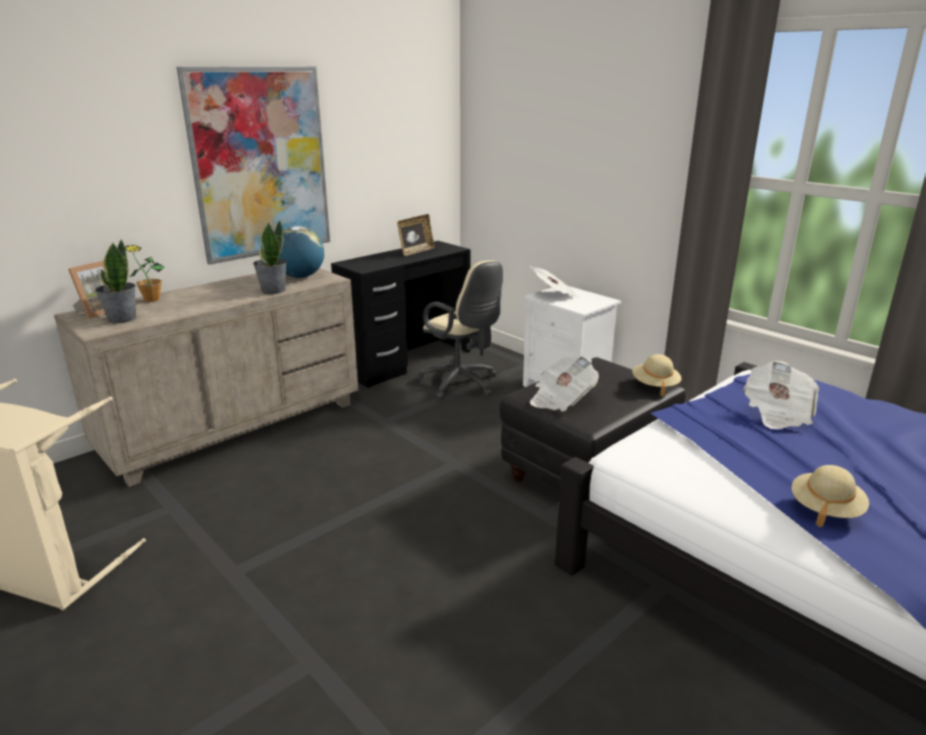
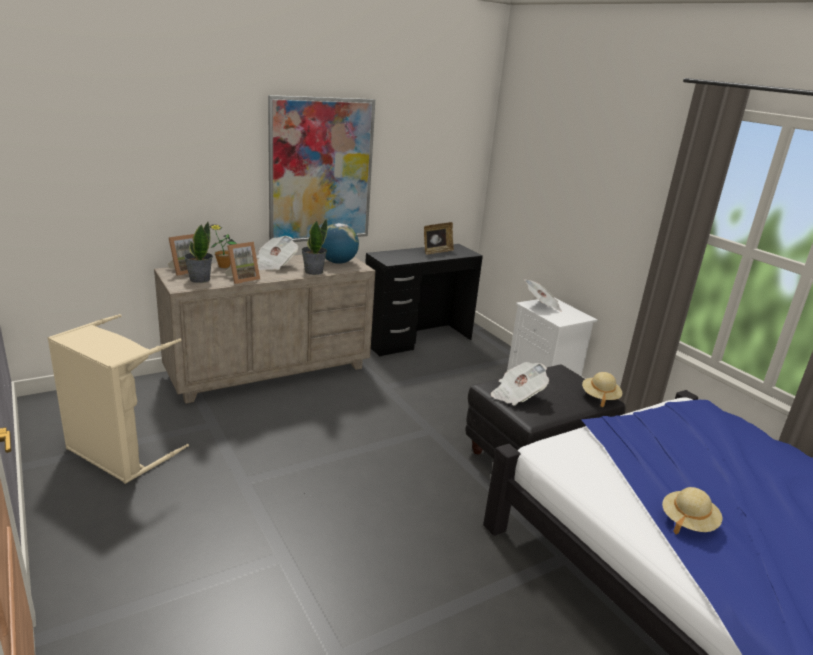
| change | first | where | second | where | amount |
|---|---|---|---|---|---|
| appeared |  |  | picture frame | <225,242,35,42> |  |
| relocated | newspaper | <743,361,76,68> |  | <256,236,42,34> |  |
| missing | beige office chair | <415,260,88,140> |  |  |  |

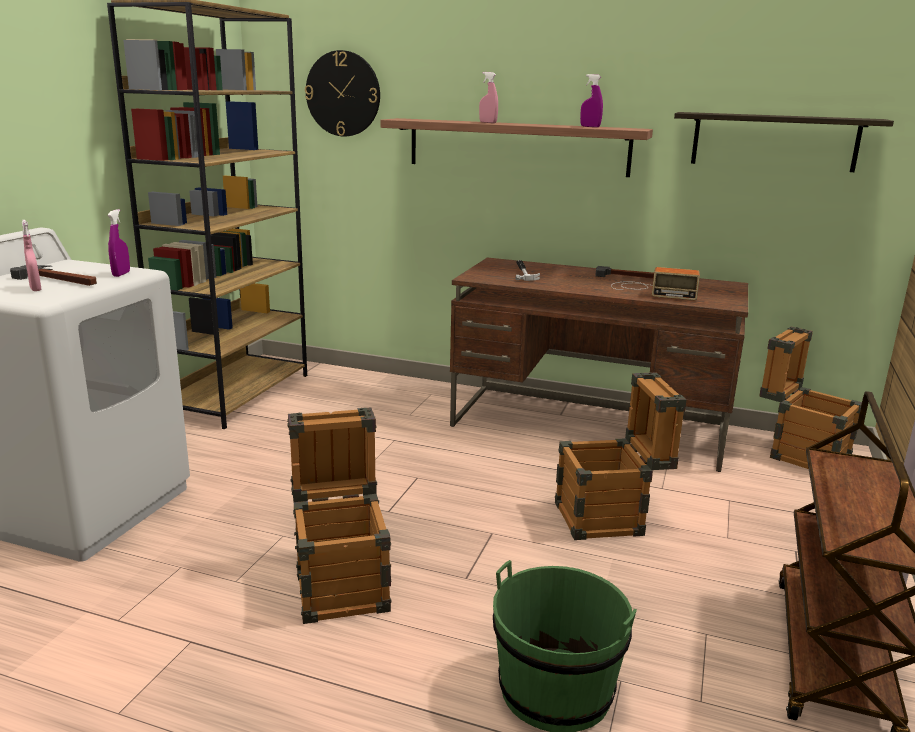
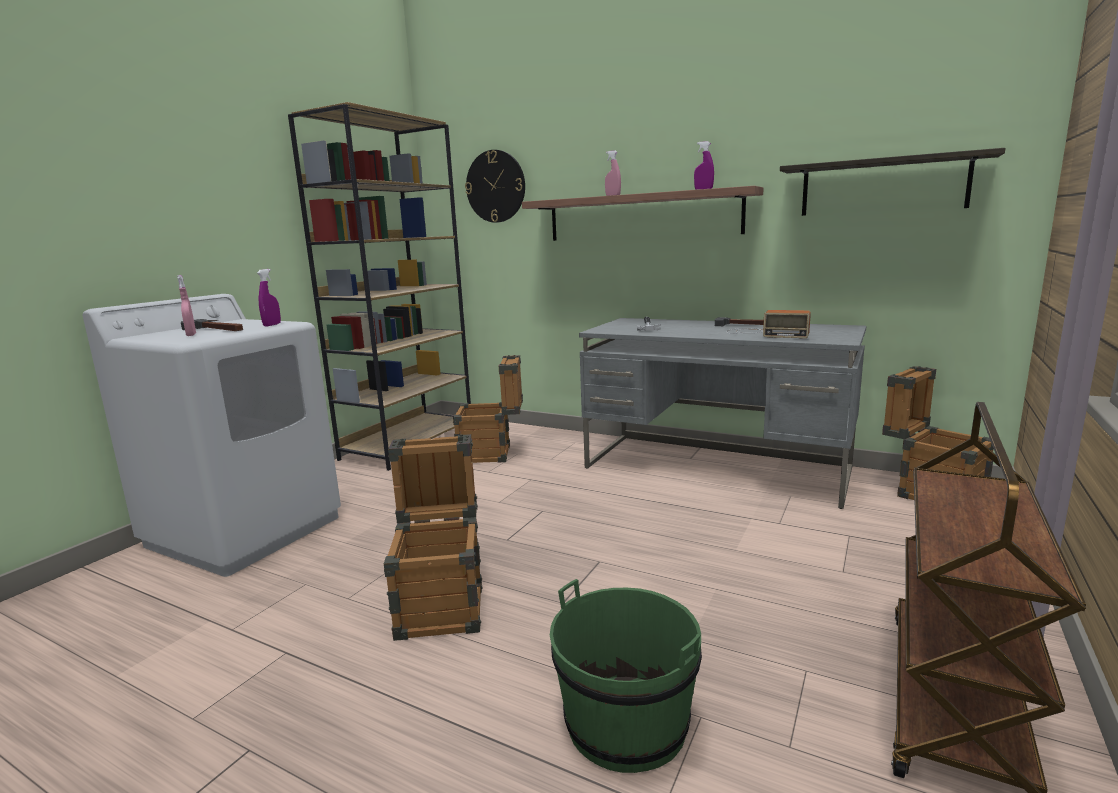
| change | first | where | second | where | amount |
|---|---|---|---|---|---|
| relocated | crate | <555,372,131,168> |  | <453,355,70,108> |  |
| colour | brown desk | <450,258,298,214> | grey desk | <579,318,287,191> |  |

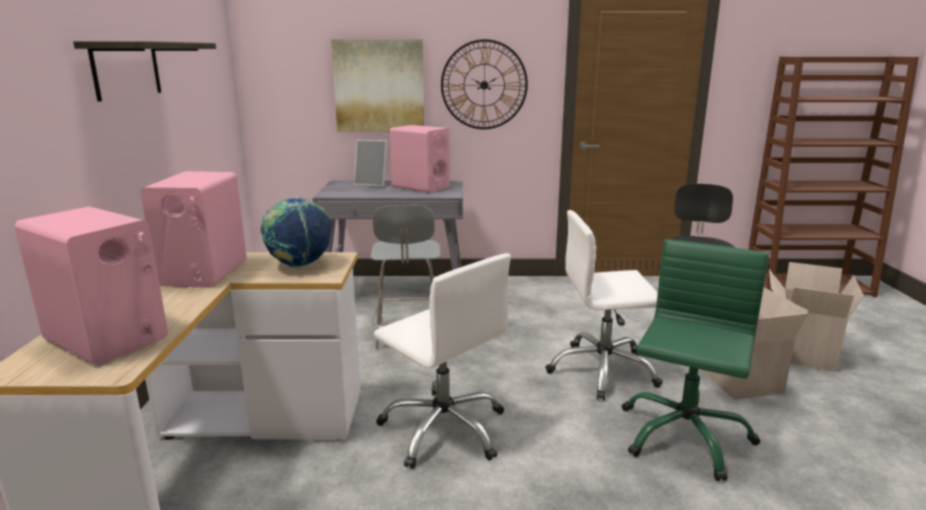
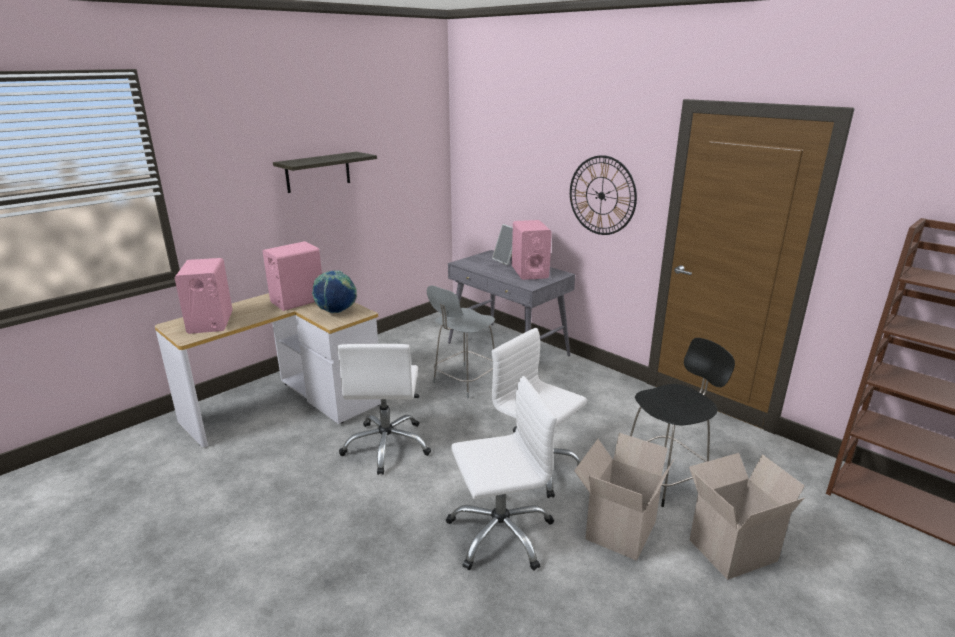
| change | first | where | second | where | amount |
|---|---|---|---|---|---|
| colour | green office chair | <622,239,147,242> | white office chair | <446,376,111,195> |  |
| missing | picture | <331,39,93,93> |  |  |  |

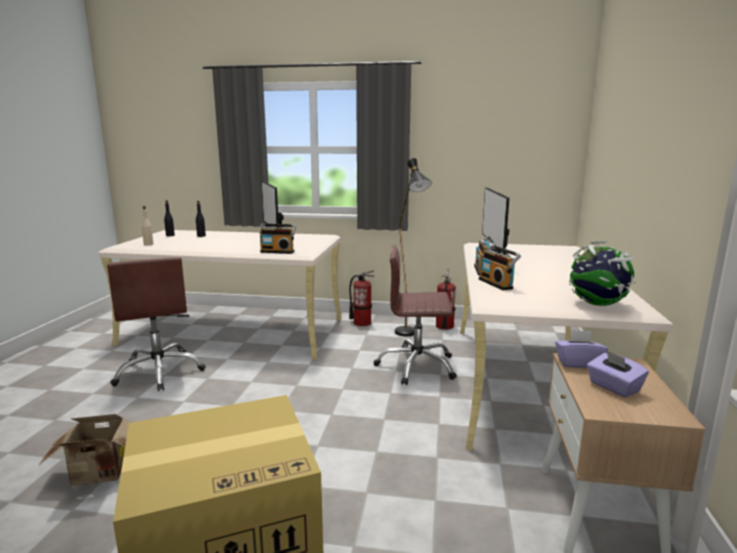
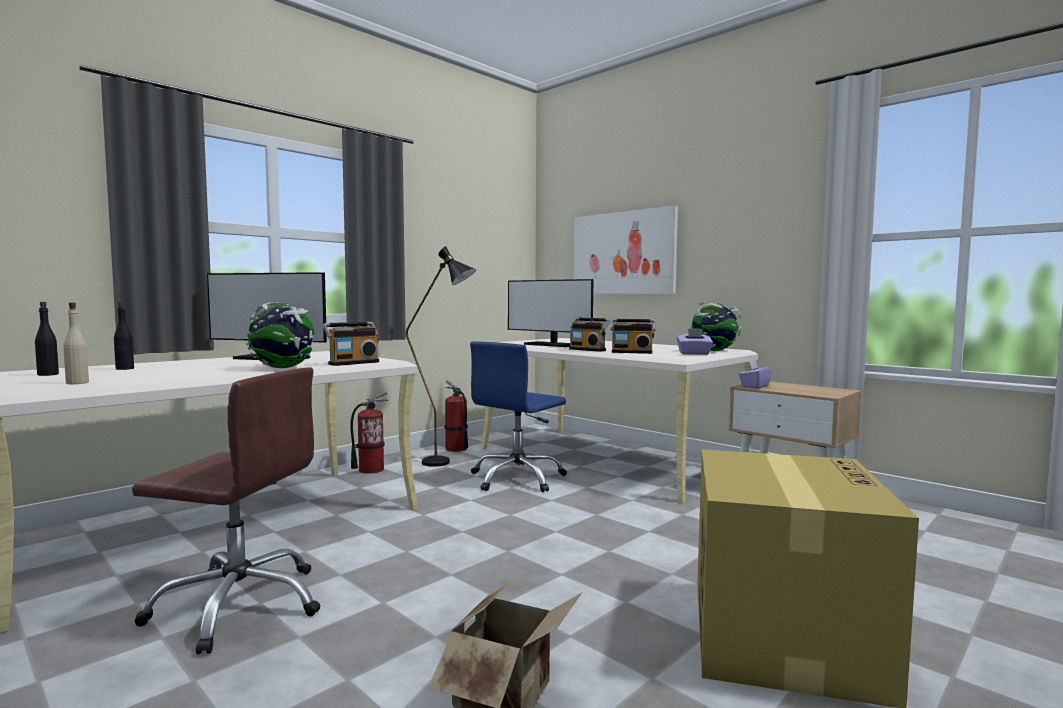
| change | first | where | second | where | amount |
|---|---|---|---|---|---|
| appeared |  |  | globe | <246,302,69,66> |  |
| colour | brown office chair | <374,245,83,140> | blue office chair | <470,341,97,151> |  |
| appeared |  |  | picture | <574,206,104,88> |  |
| relocated | purple tissue box | <587,351,62,46> |  | <677,329,36,26> |  |

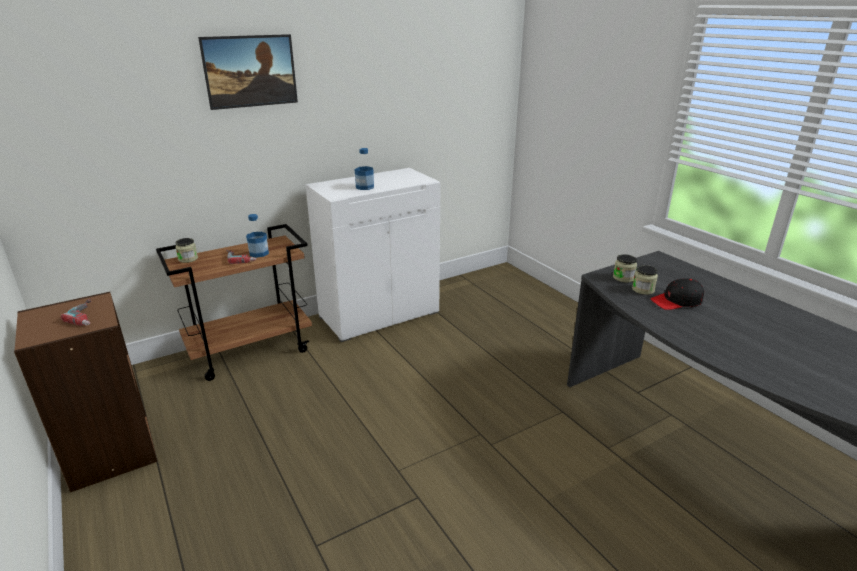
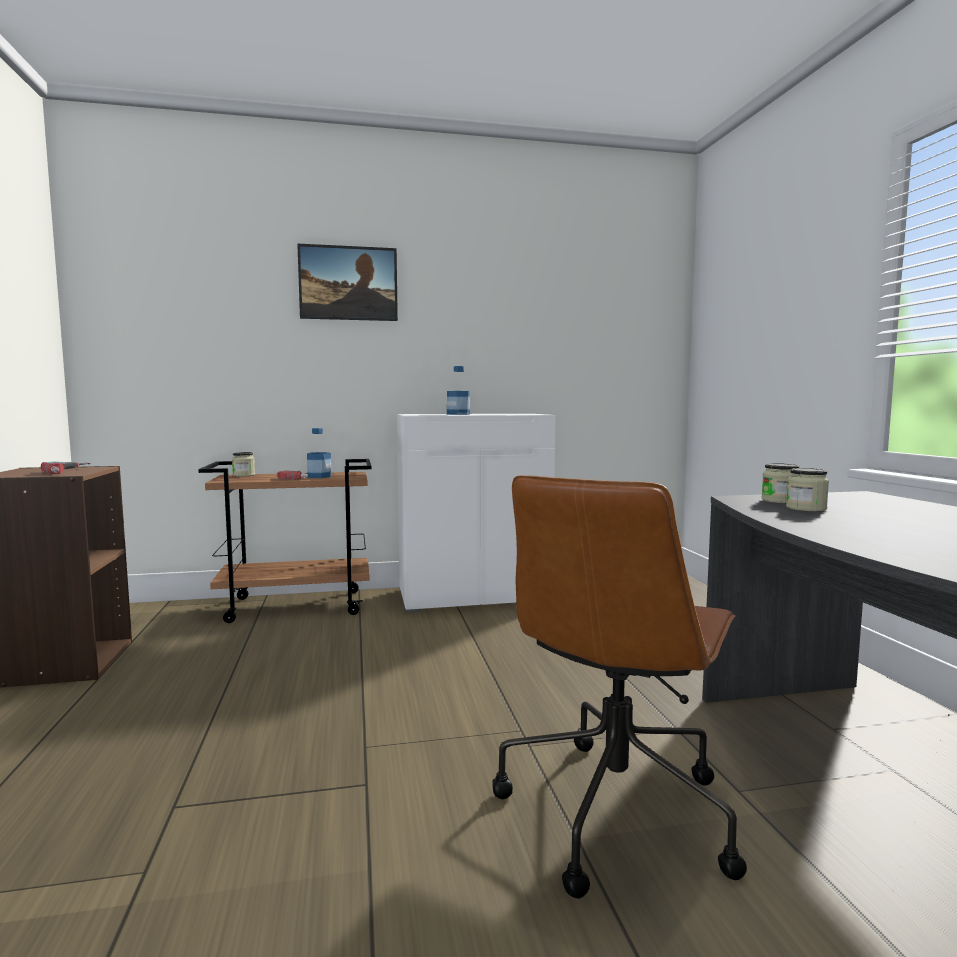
| change | first | where | second | where | amount |
|---|---|---|---|---|---|
| appeared |  |  | brown office chair | <492,475,255,423> |  |
| missing | black cap | <651,279,53,31> |  |  |  |

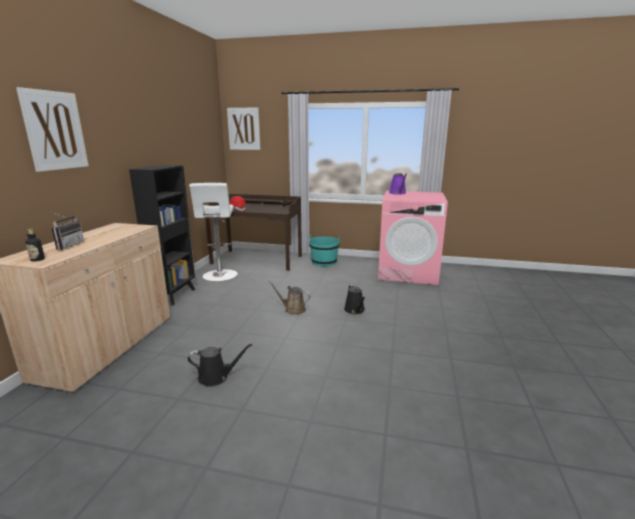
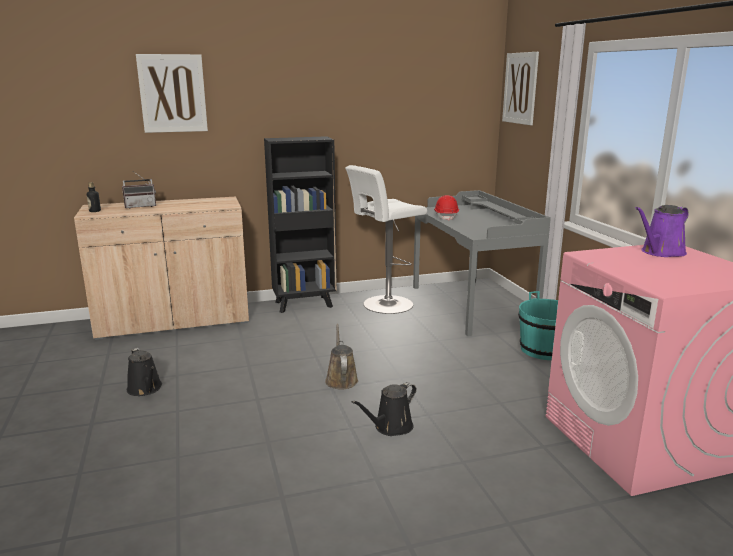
| change | first | where | second | where | amount |
|---|---|---|---|---|---|
| colour | brown desk | <205,194,97,77> | grey desk | <413,190,138,146> |  |

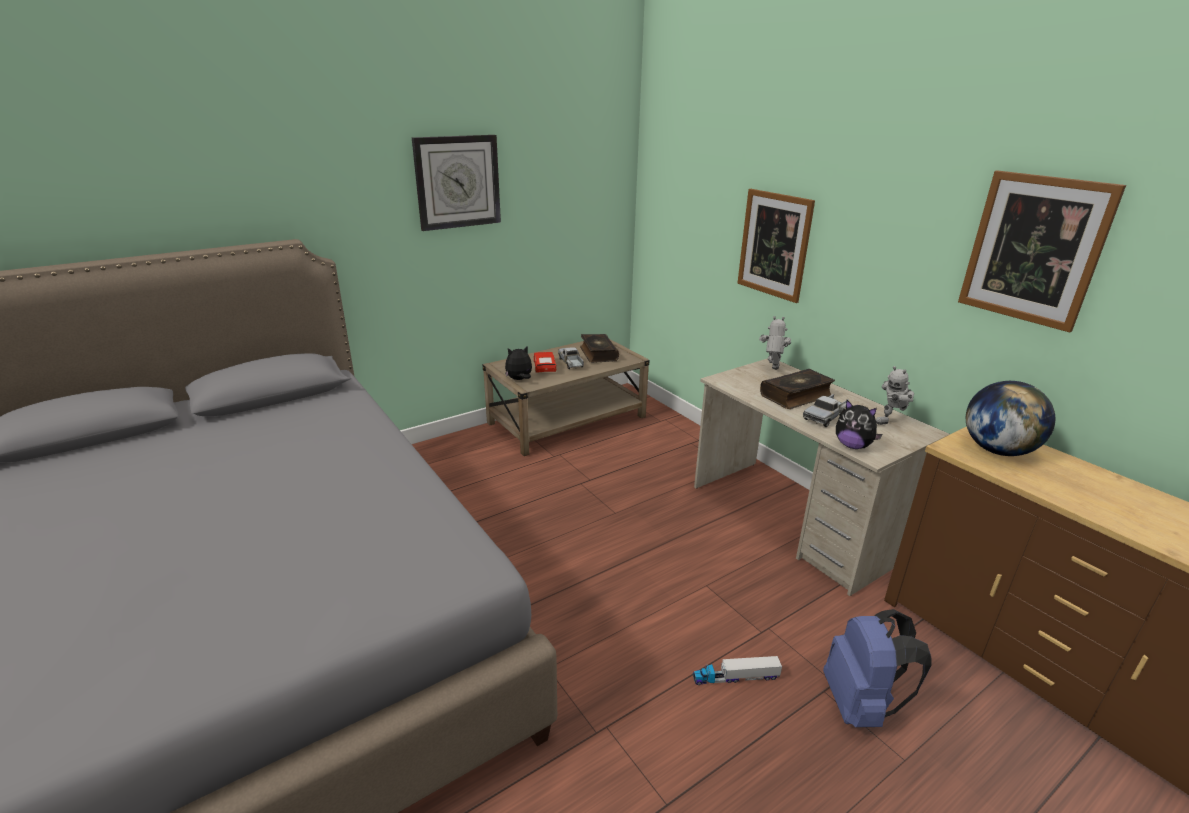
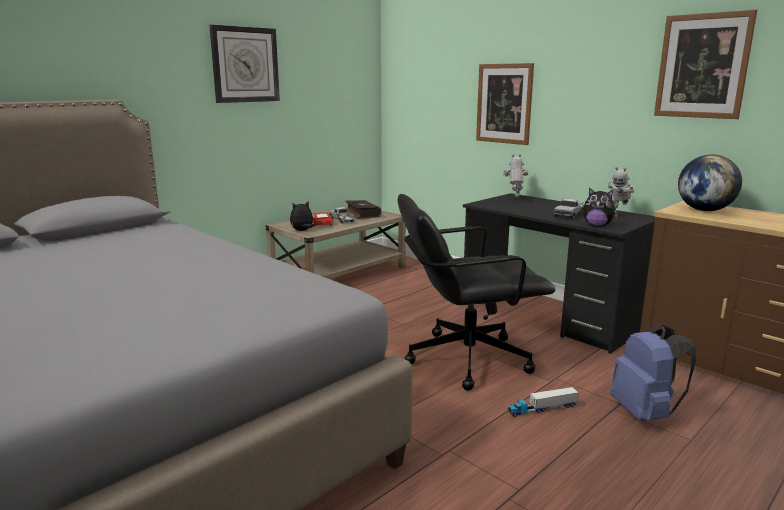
| change | first | where | second | where | amount |
|---|---|---|---|---|---|
| appeared |  |  | black office chair | <397,194,158,197> |  |
| colour | beige desk | <694,358,256,238> | black desk | <463,193,192,161> |  |
| missing | book | <760,369,75,40> |  |  |  |

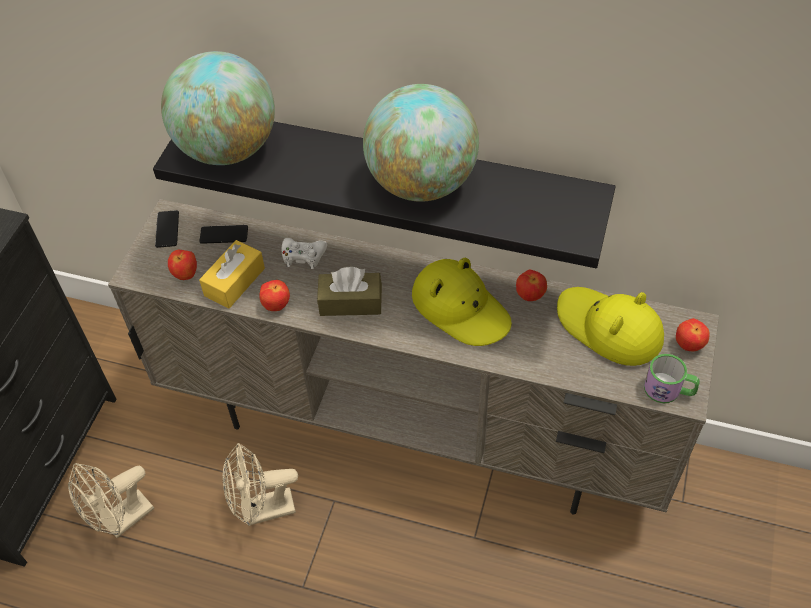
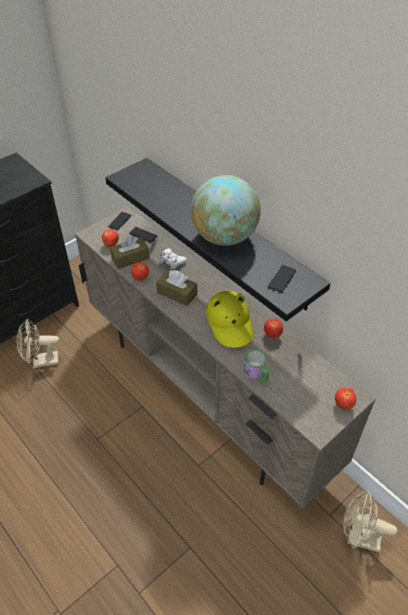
| change | first | where | second | where | amount |
|---|---|---|---|---|---|
| colour | yellow tissue box | <199,240,66,68> | brown tissue box | <110,237,40,32> |  |
| relocated | mug | <644,354,56,50> |  | <243,349,26,33> |  |
| appeared |  |  | phone | <268,265,28,27> |  |
| relocated | beige fan | <222,443,76,83> |  | <343,490,54,62> |  |
| missing | globe | <161,51,114,114> |  |  |  |
| missing | yellow hat | <557,287,107,79> |  |  |  |

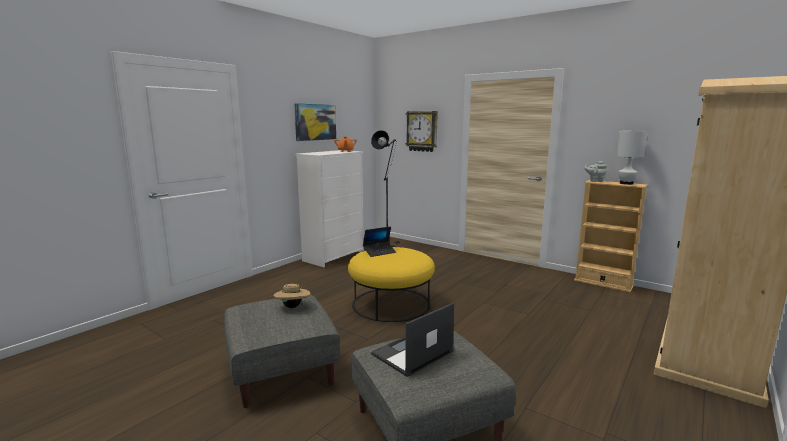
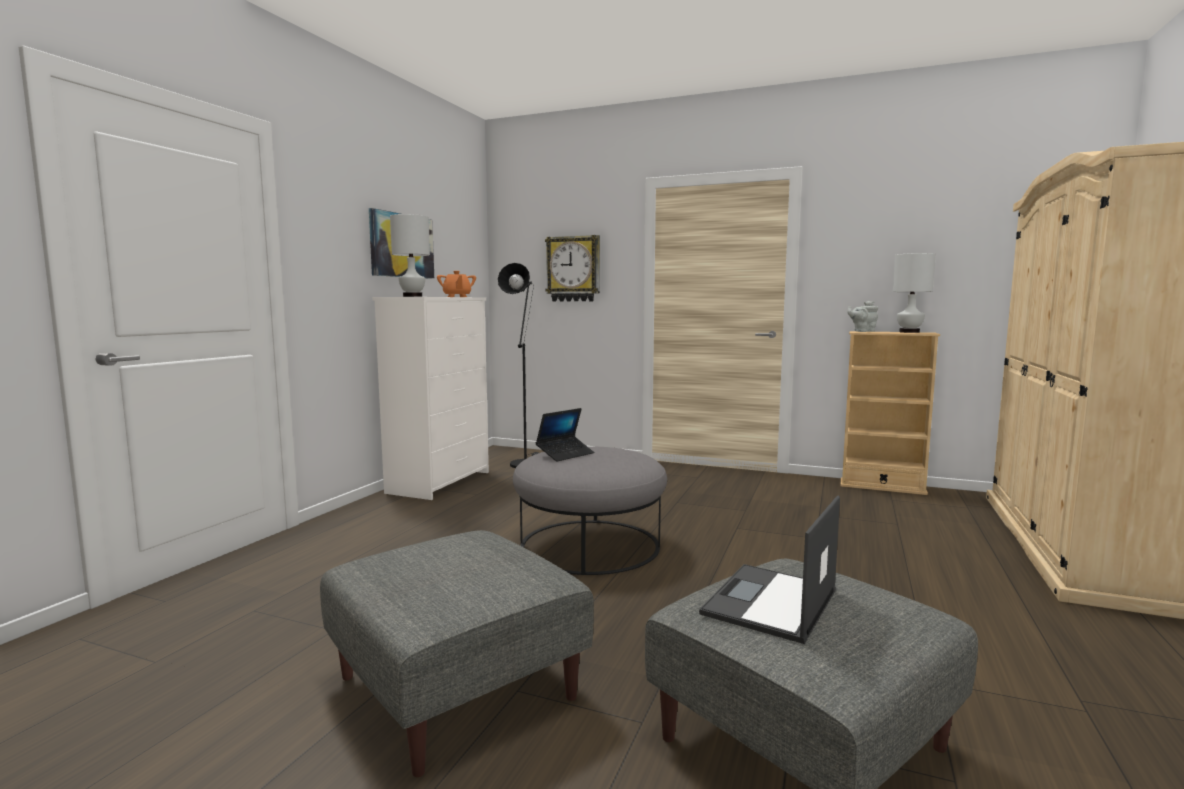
| change | first | where | second | where | amount |
|---|---|---|---|---|---|
| appeared |  |  | white table lamp | <390,214,40,83> |  |
| colour | yellow ottoman | <348,247,87,75> | grey ottoman | <513,446,154,129> |  |
| missing | beige hat | <273,284,38,24> |  |  |  |

